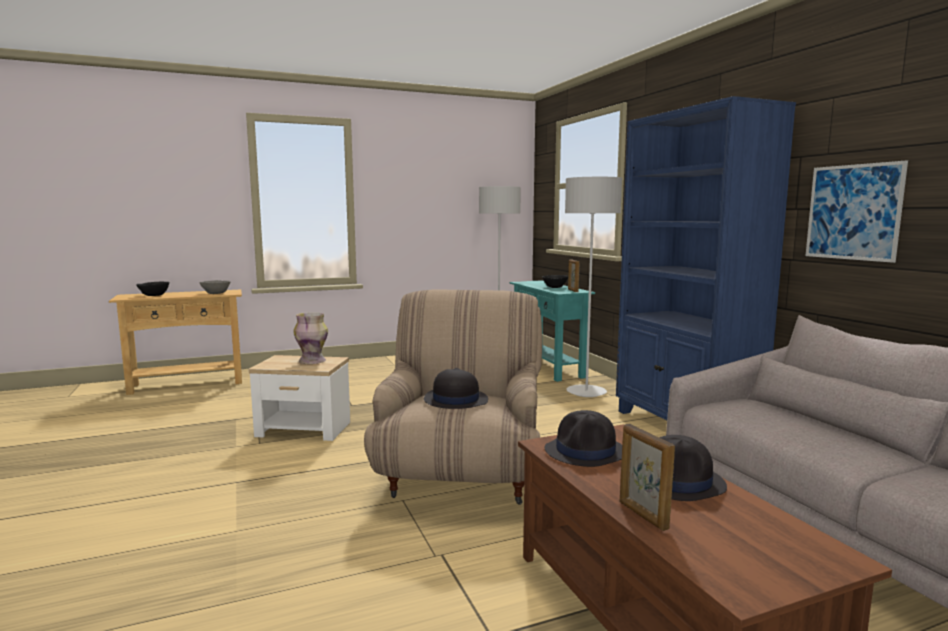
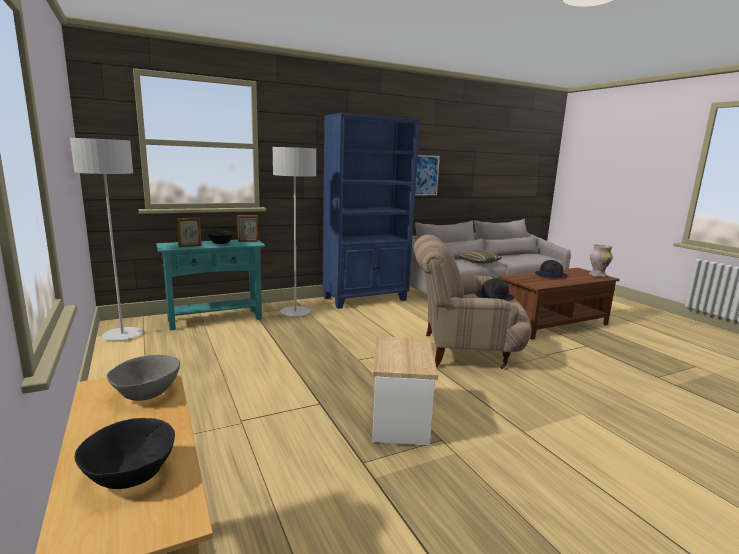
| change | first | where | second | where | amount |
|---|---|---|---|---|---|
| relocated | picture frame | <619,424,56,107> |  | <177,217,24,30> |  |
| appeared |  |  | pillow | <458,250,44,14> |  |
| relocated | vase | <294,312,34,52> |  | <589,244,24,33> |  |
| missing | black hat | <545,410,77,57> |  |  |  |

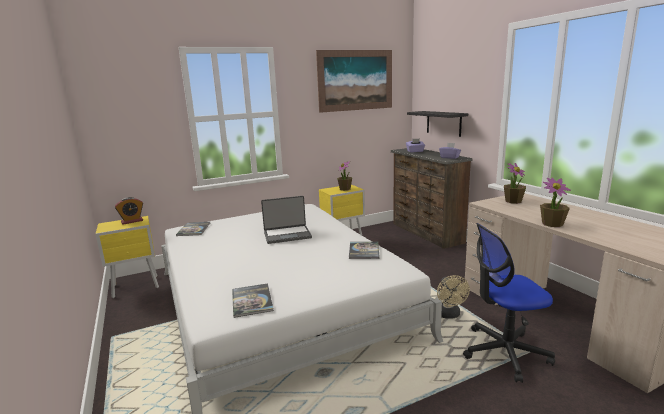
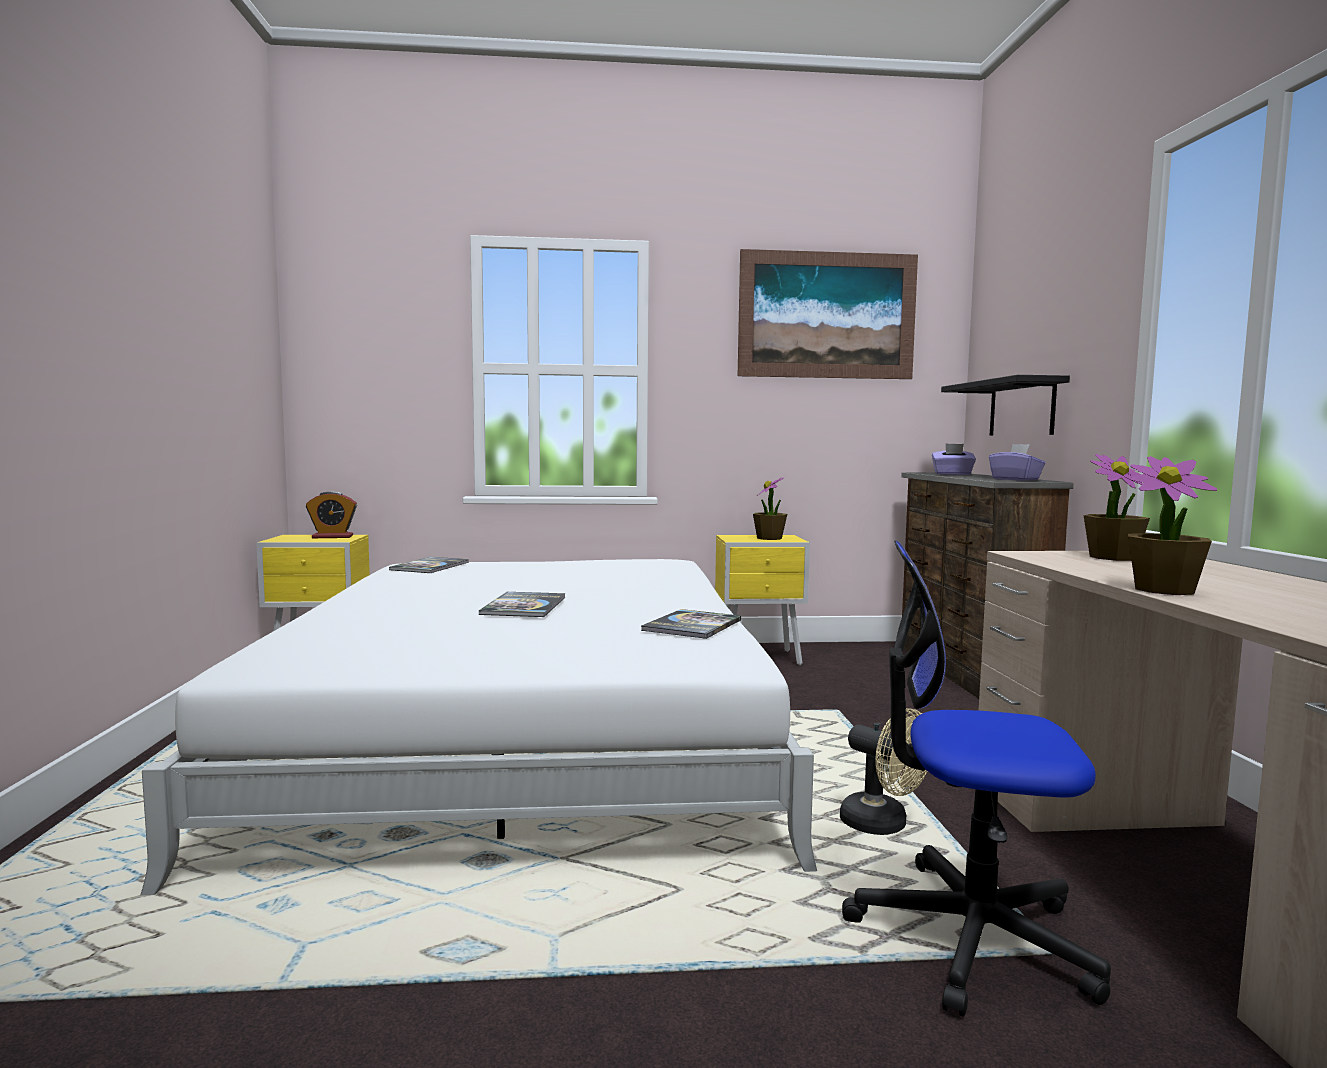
| change | first | where | second | where | amount |
|---|---|---|---|---|---|
| relocated | book | <232,283,42,35> |  | <479,592,87,25> |  |
| spun | beige fan | <437,275,33,44> |  | <840,708,87,127> | 60 degrees counterclockwise |
| missing | laptop | <261,196,51,48> |  |  |  |

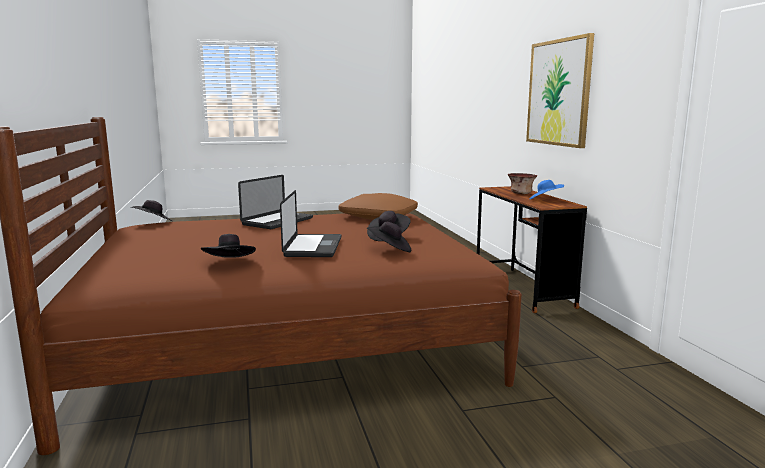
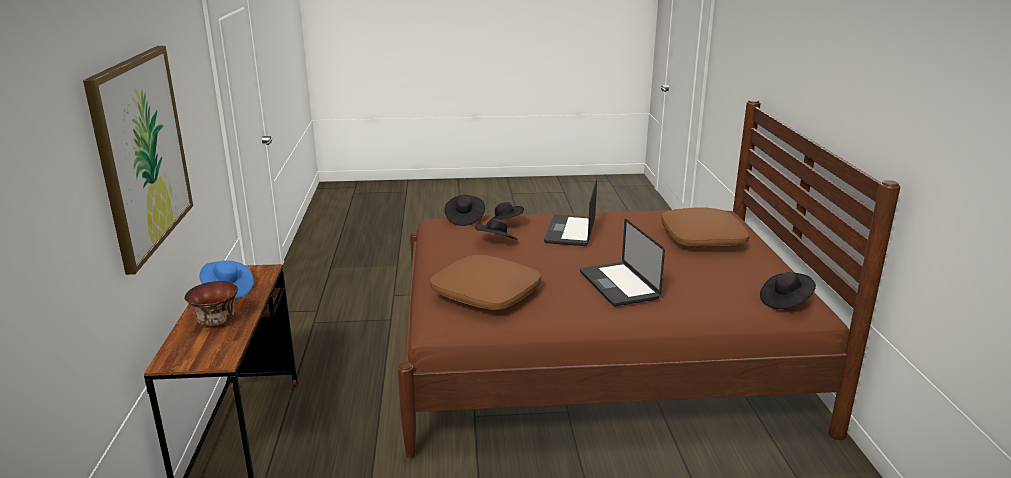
| change | first | where | second | where | amount |
|---|---|---|---|---|---|
| relocated | black hat | <201,234,55,24> |  | <445,195,40,31> |  |
| spun | laptop | <238,175,75,54> |  | <580,219,85,87> | 60 degrees counterclockwise |
| appeared |  |  | brown pillow | <661,207,88,40> |  |

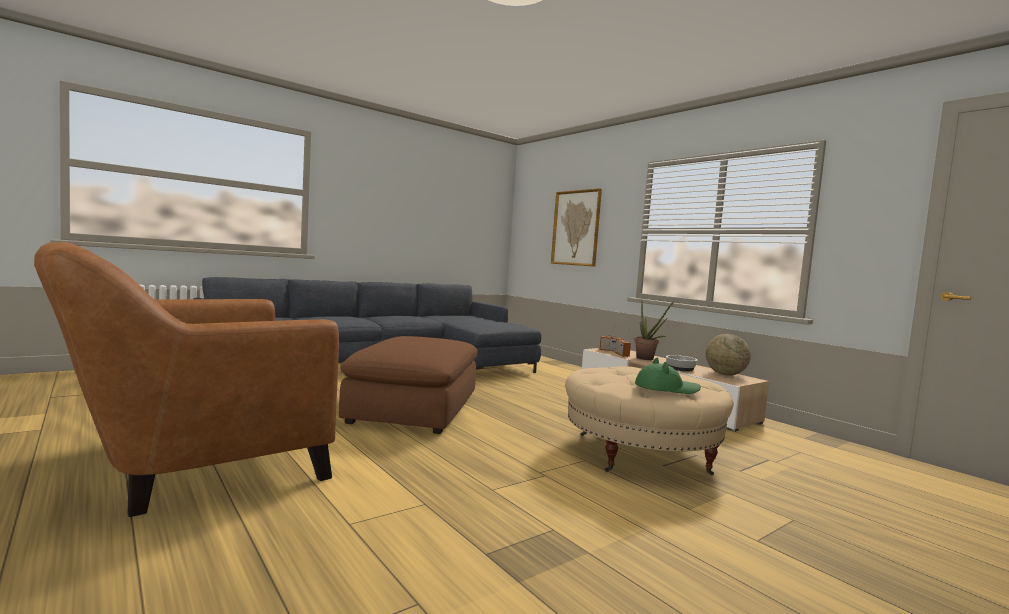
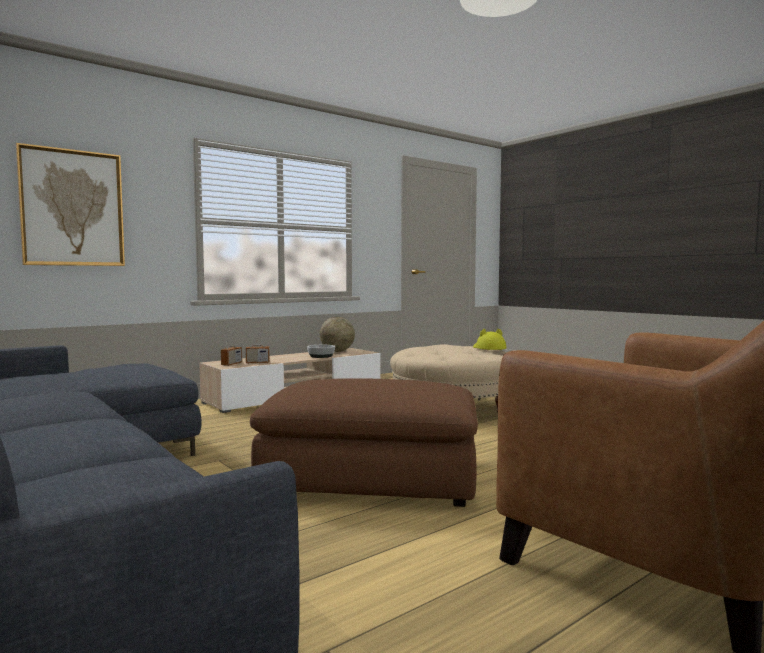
| change | first | where | second | where | amount |
|---|---|---|---|---|---|
| colour | green hat | <635,358,66,36> | yellow hat | <473,328,33,22> |  |
| missing | potted plant | <634,301,40,59> |  |  |  |

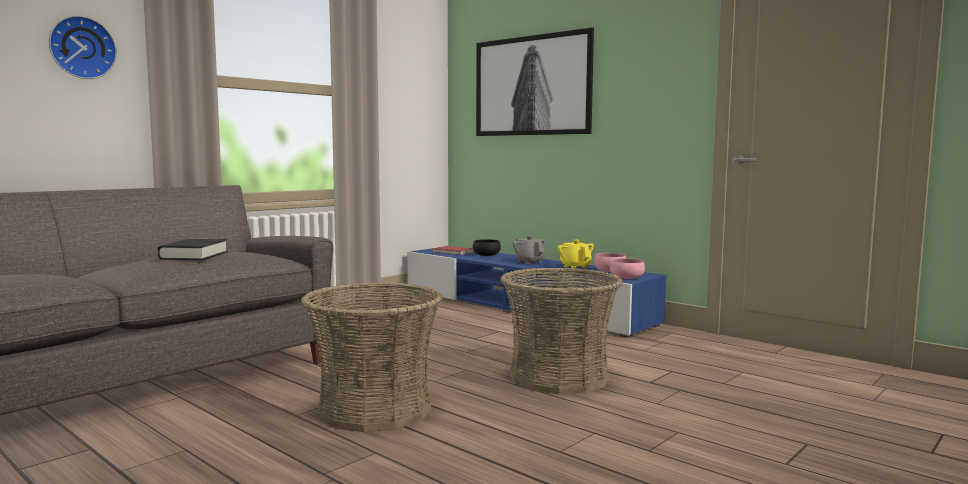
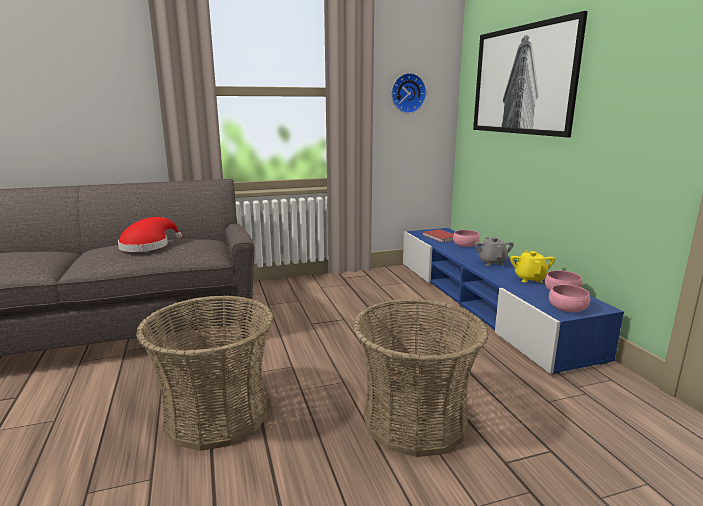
| change | first | where | second | where | amount |
|---|---|---|---|---|---|
| exchanged | black book | <158,239,70,21> | red hat | <118,217,64,35> |  |
| relocated | wall clock | <49,15,68,64> |  | <391,73,36,41> |  |
| colour | black bowl | <473,239,28,17> | pink bowl | <453,230,27,17> |  |

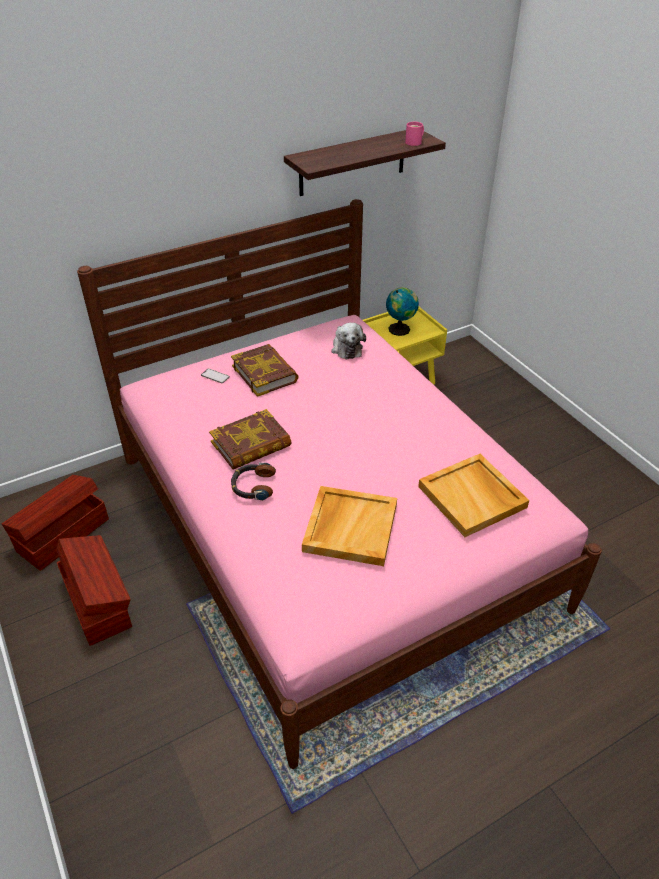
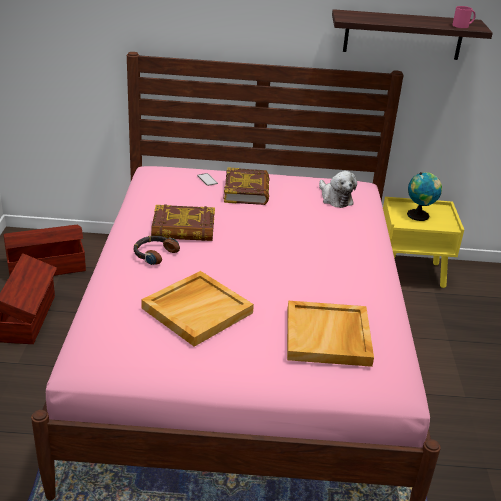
| change | first | where | second | where | amount |
|---|---|---|---|---|---|
| spun | plush toy | <331,322,35,38> |  | <319,171,38,37> | 45 degrees counterclockwise |

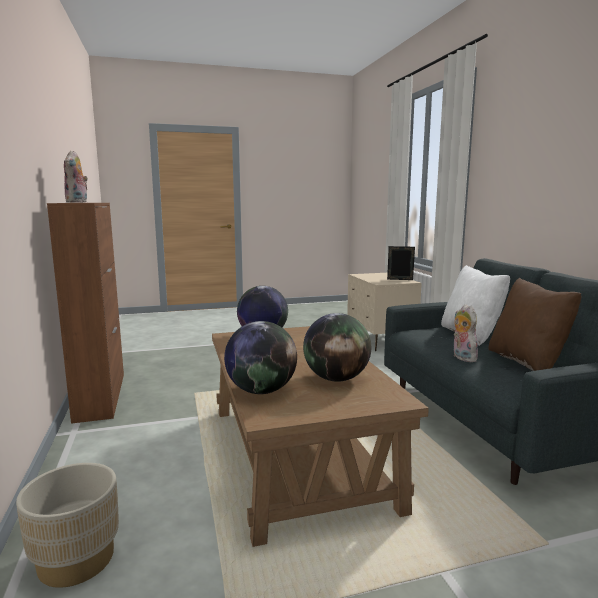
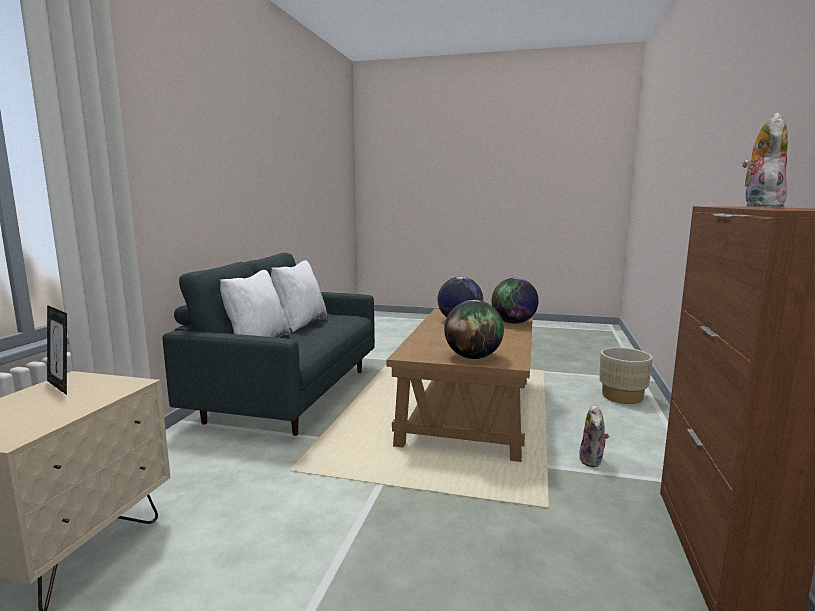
| change | first | where | second | where | amount |
|---|---|---|---|---|---|
| colour | brown pillow | <488,278,93,93> | white pillow | <271,261,56,71> |  |
| relocated | plush toy | <454,304,24,58> |  | <579,404,30,63> |  |

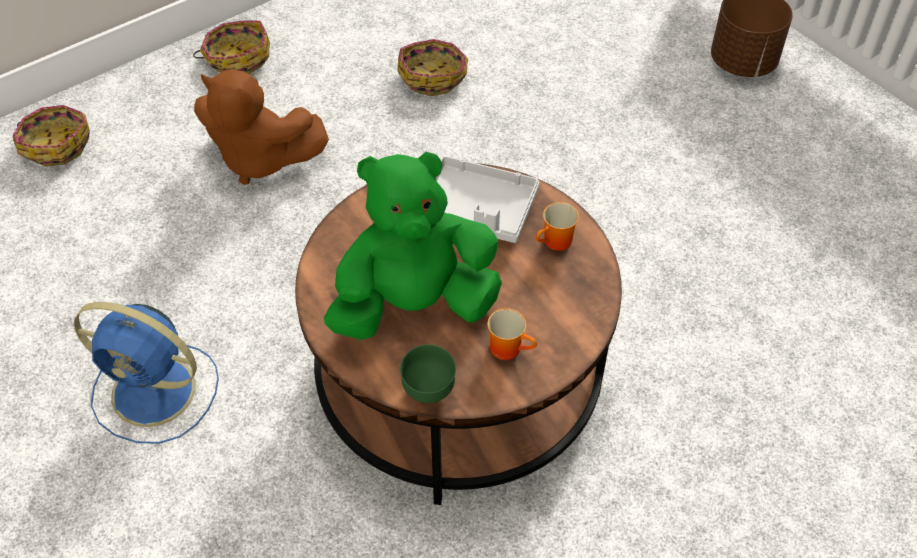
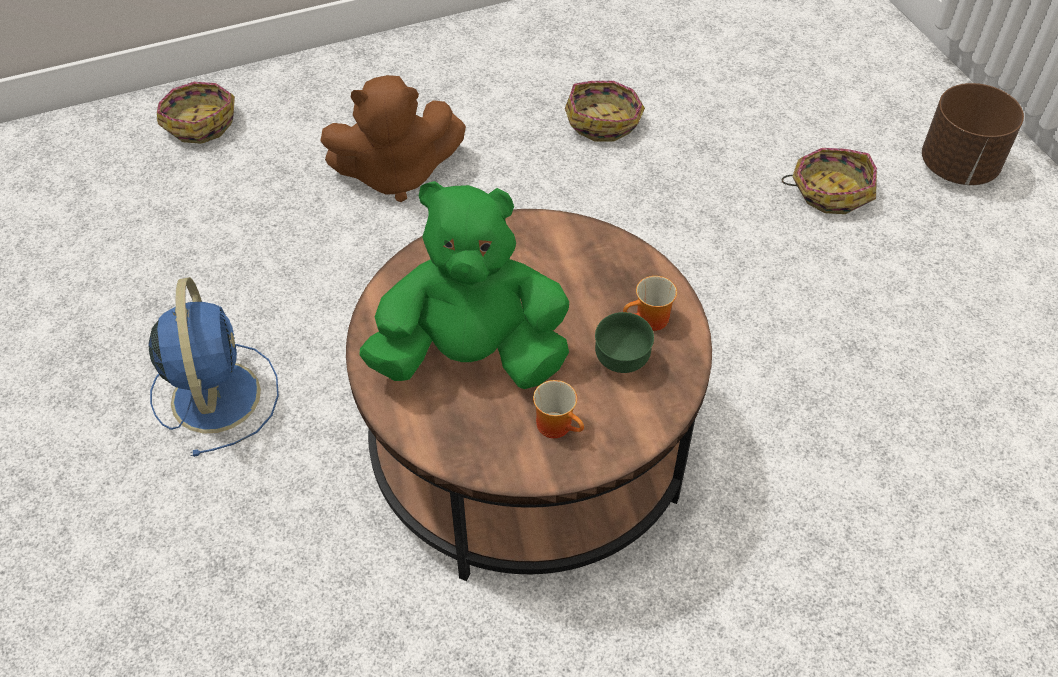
| change | first | where | second | where | amount |
|---|---|---|---|---|---|
| spun | blue fan | <74,302,145,142> |  | <148,277,131,180> | 135 degrees counterclockwise |
| spun | brown plush toy | <194,70,135,115> |  | <321,75,145,127> | 45 degrees counterclockwise |
| relocated | green bowl | <400,344,56,59> |  | <595,312,59,61> |  |
| relocated | basket | <193,21,77,53> |  | <782,148,95,66> |  |
| missing | grey tray | <436,156,104,87> |  |  |  |

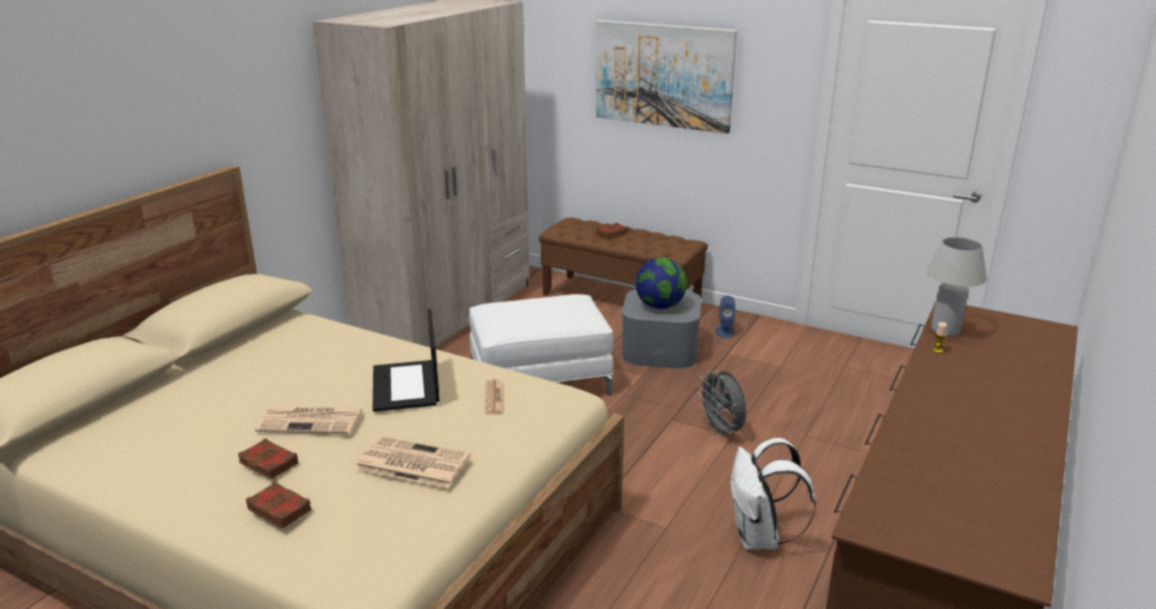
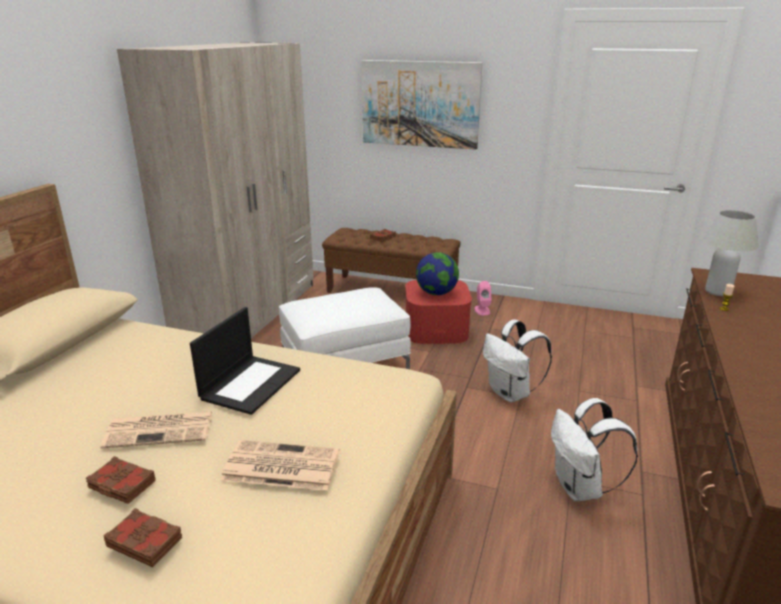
| change | first | where | second | where | amount |
|---|---|---|---|---|---|
| spun | laptop | <373,309,67,103> |  | <190,307,110,108> | 135 degrees counterclockwise |
| colour | grey storage box | <622,289,79,80> | red storage box | <405,280,67,64> |  |
| colour | blue speaker | <716,295,19,43> | pink speaker | <474,281,18,34> |  |
| exchanged | grey fan | <697,369,49,69> | white backpack | <483,319,69,83> |  |
| missing | newspaper | <485,379,19,35> |  |  |  |

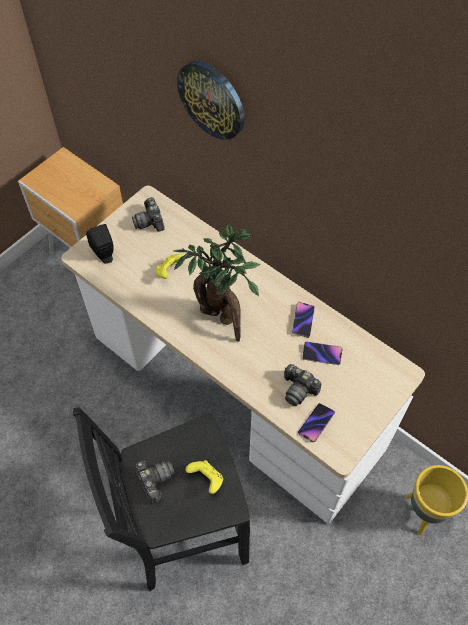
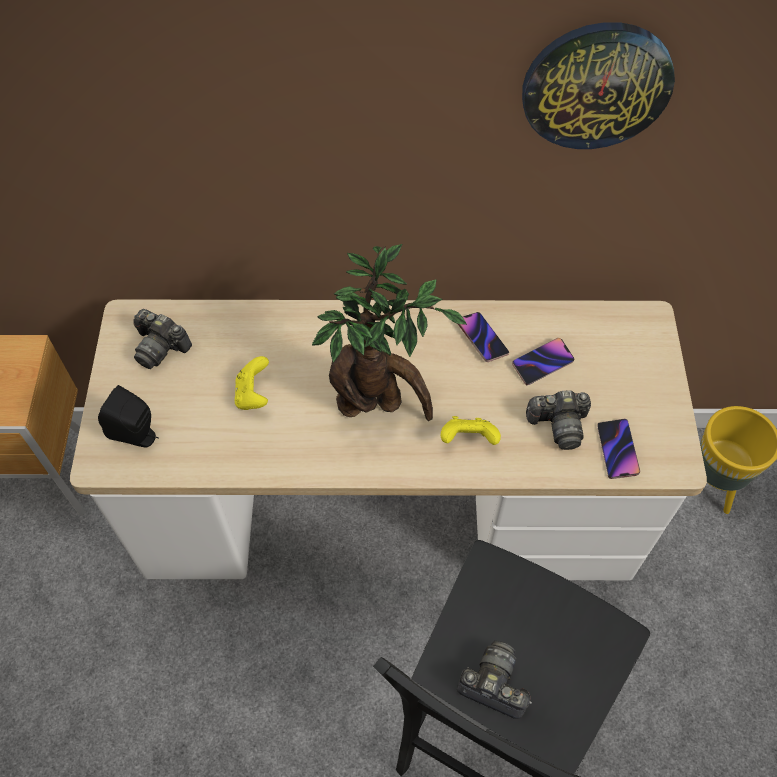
| change | first | where | second | where | amount |
|---|---|---|---|---|---|
| relocated | yellow game controller | <186,460,37,34> |  | <441,416,60,29> |  |
| relocated | wall clock | <177,61,68,79> |  | <522,22,153,127> |  |

